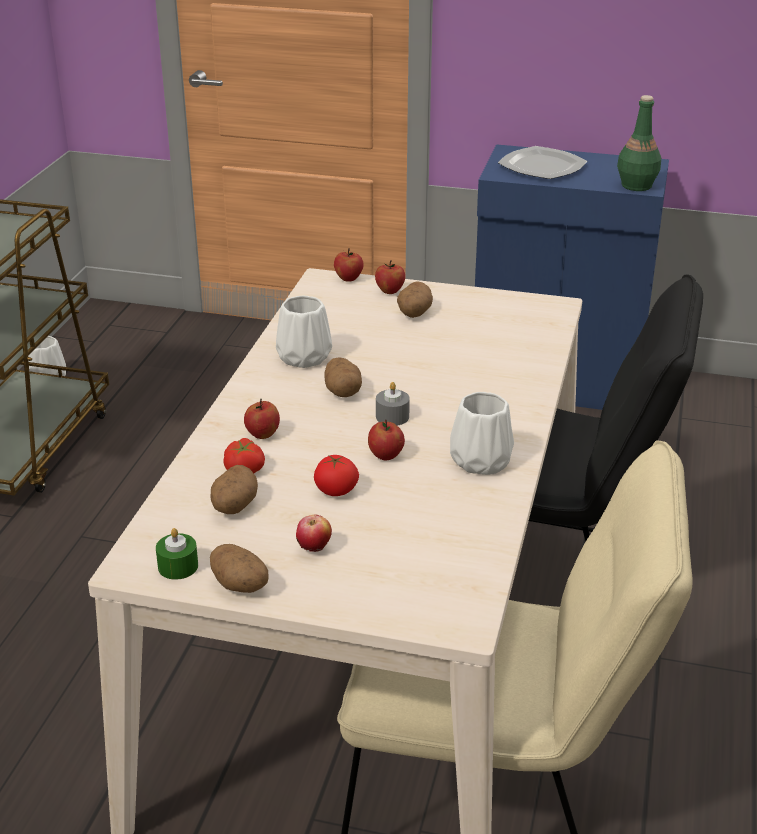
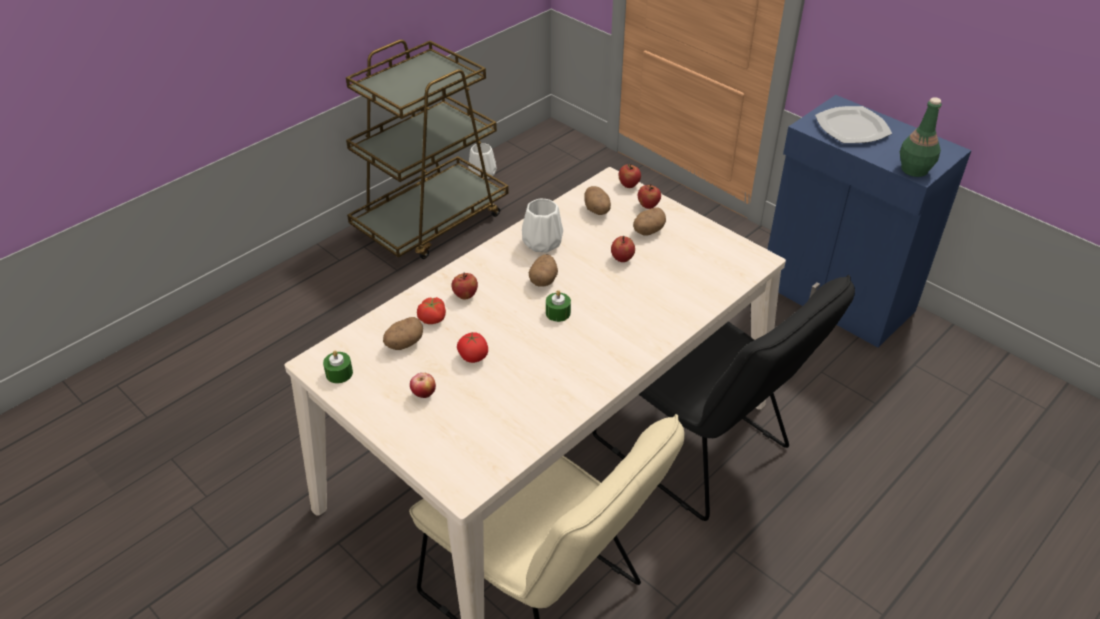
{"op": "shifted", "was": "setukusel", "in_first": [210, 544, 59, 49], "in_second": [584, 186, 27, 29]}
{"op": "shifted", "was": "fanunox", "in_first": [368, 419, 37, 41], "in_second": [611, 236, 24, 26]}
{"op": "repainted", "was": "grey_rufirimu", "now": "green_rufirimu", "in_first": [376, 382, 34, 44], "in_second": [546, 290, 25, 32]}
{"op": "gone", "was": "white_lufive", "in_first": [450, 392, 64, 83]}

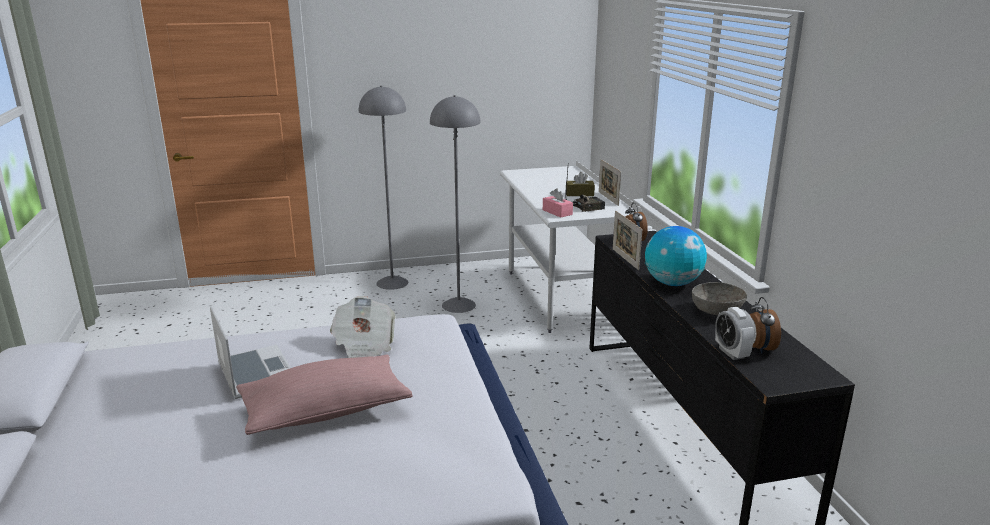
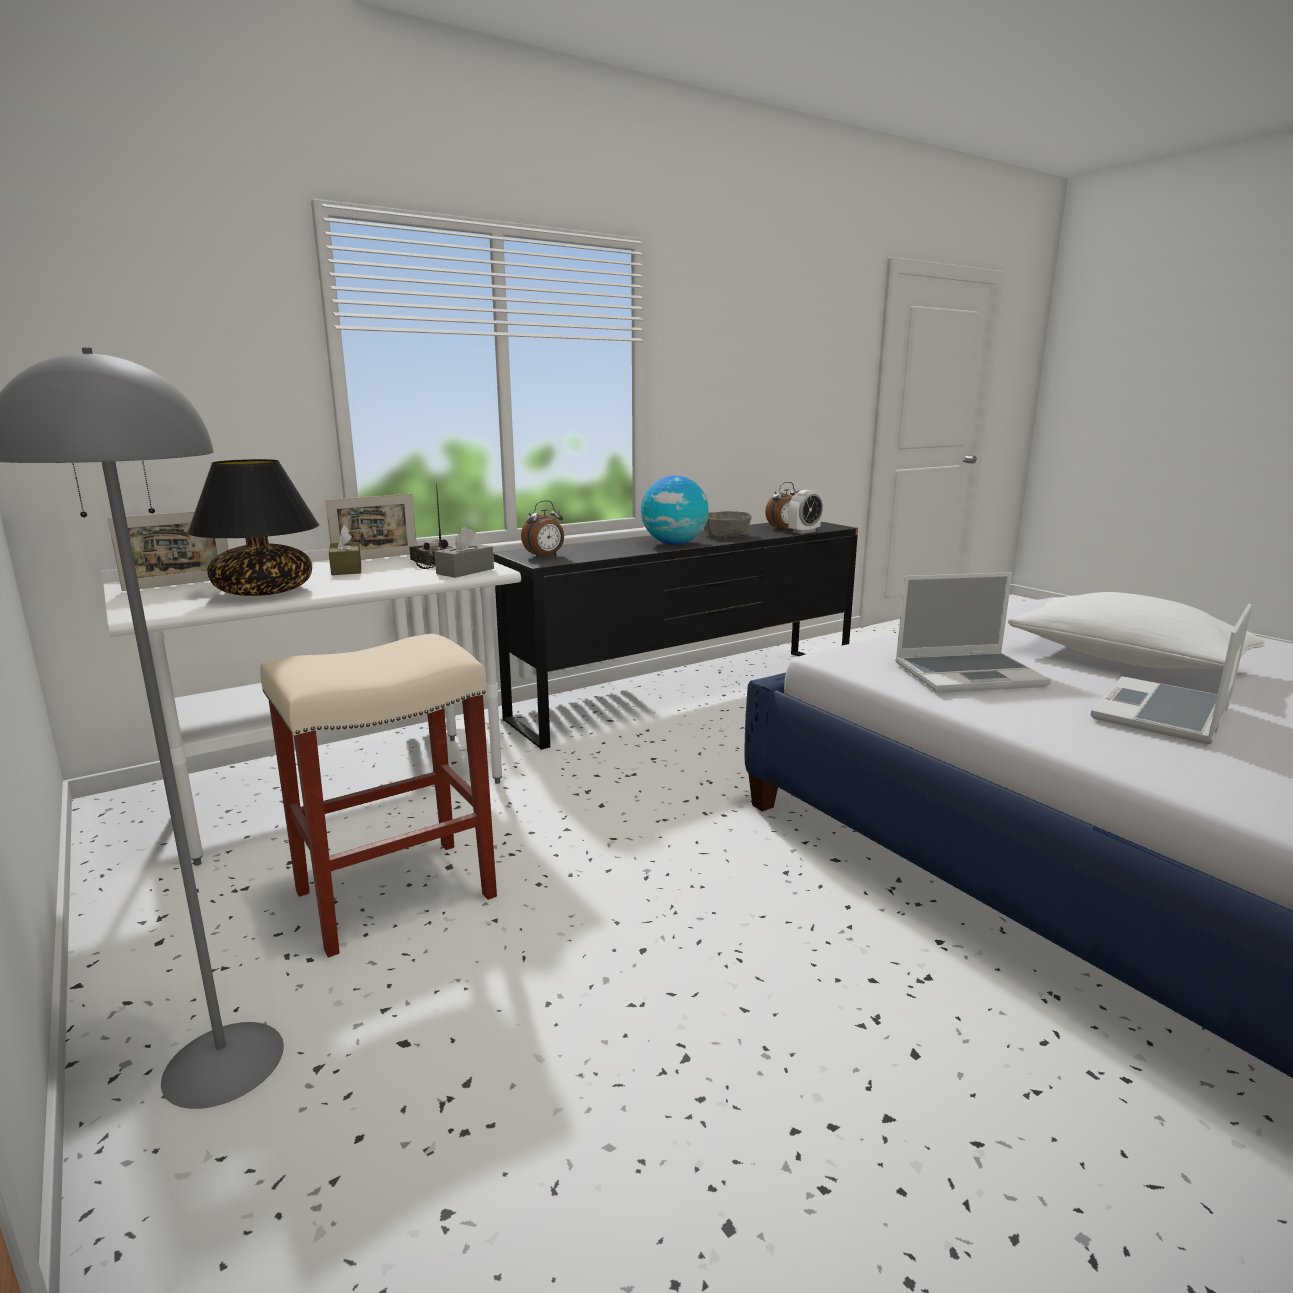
{"op": "repainted", "was": "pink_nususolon", "now": "white_nususolon", "in_first": [236, 354, 176, 81], "in_second": [1008, 592, 257, 77]}
{"op": "swapped", "was": "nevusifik", "now": "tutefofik", "in_first": [330, 296, 66, 62], "in_second": [895, 572, 156, 121]}
{"op": "swapped", "was": "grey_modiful", "now": "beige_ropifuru", "in_first": [430, 95, 51, 218], "in_second": [260, 634, 237, 324]}
{"op": "repainted", "was": "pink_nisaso", "now": "grey_nisaso", "in_first": [543, 188, 30, 30], "in_second": [435, 527, 59, 51]}
{"op": "shifted", "was": "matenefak", "in_first": [613, 210, 30, 60], "in_second": [108, 511, 121, 80]}
{"op": "new", "now": "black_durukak", "in_second": [187, 459, 132, 137]}

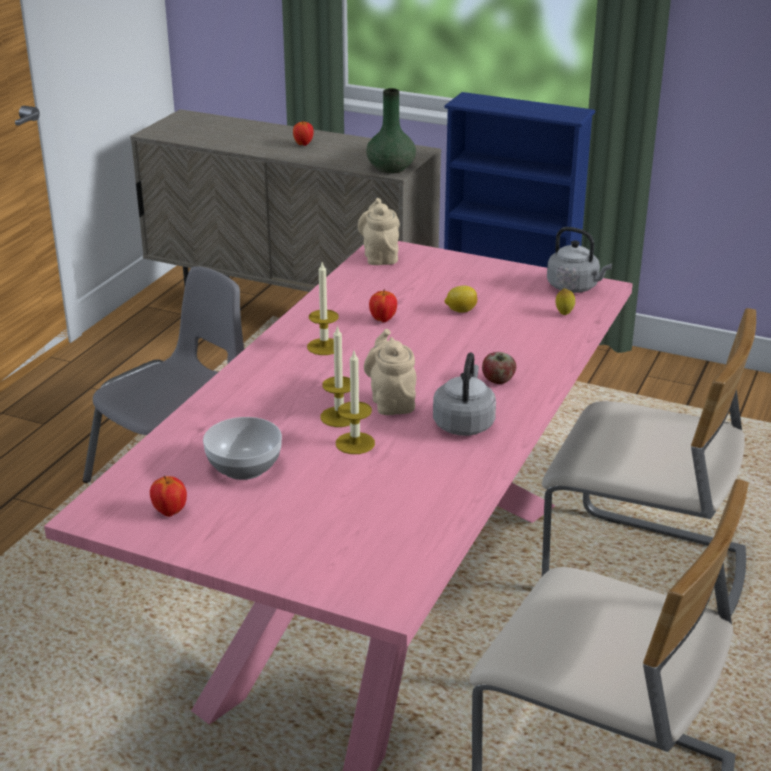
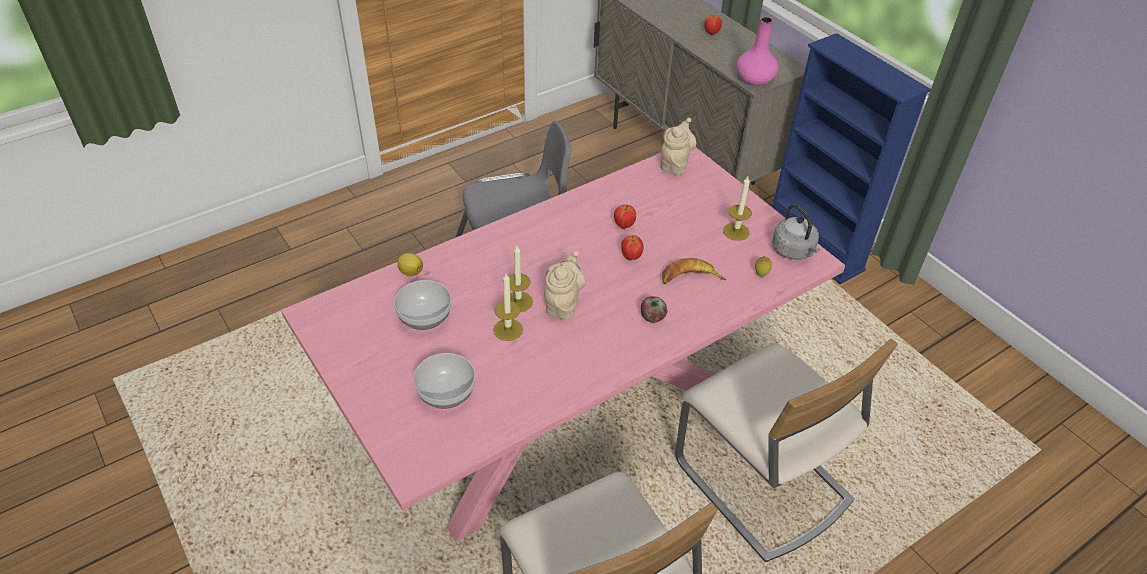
{"op": "shifted", "was": "fanunox", "in_first": [150, 475, 37, 42], "in_second": [621, 235, 22, 25]}
{"op": "shifted", "was": "rufirimu", "in_first": [307, 262, 32, 93], "in_second": [723, 176, 29, 65]}
{"op": "repainted", "was": "green_lufive", "now": "pink_lufive", "in_first": [366, 88, 50, 86], "in_second": [737, 17, 41, 69]}
{"op": "gone", "was": "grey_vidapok", "in_first": [433, 352, 63, 84]}
{"op": "shifted", "was": "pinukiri", "in_first": [445, 286, 32, 26], "in_second": [397, 253, 26, 23]}
{"op": "new", "now": "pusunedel", "in_second": [413, 353, 62, 56]}
{"op": "new", "now": "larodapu", "in_second": [662, 258, 64, 26]}

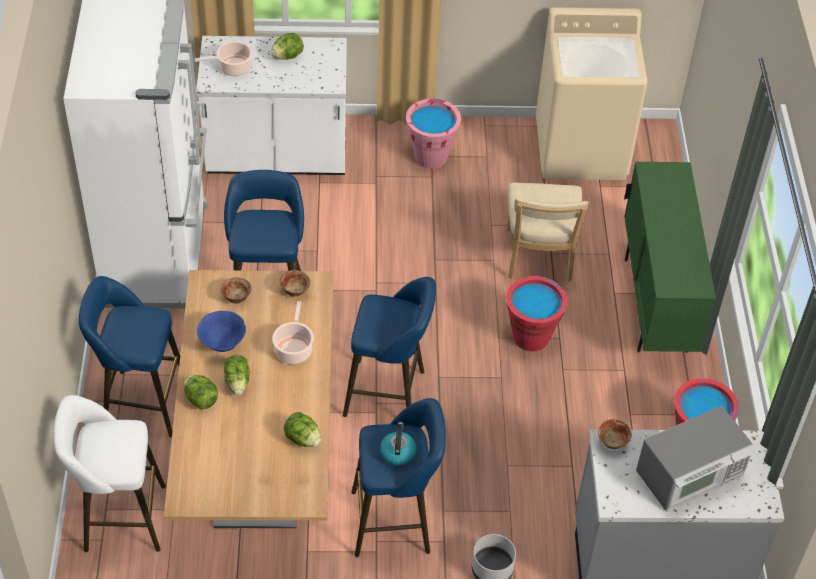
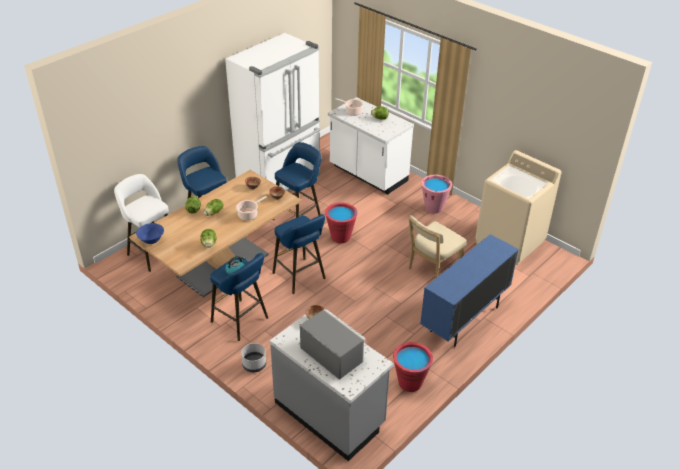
{"op": "shifted", "was": "blue_pusunedel", "in_first": [197, 311, 49, 41], "in_second": [136, 223, 28, 21]}
{"op": "shifted", "was": "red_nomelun", "in_first": [506, 276, 62, 76], "in_second": [325, 202, 33, 41]}
{"op": "repainted", "was": "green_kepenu", "now": "blue_kepenu", "in_first": [624, 162, 92, 191], "in_second": [420, 234, 99, 113]}
{"op": "rotated", "was": "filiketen", "in_first": [636, 405, 119, 107], "in_second": [300, 309, 66, 71], "clockwise": -150}

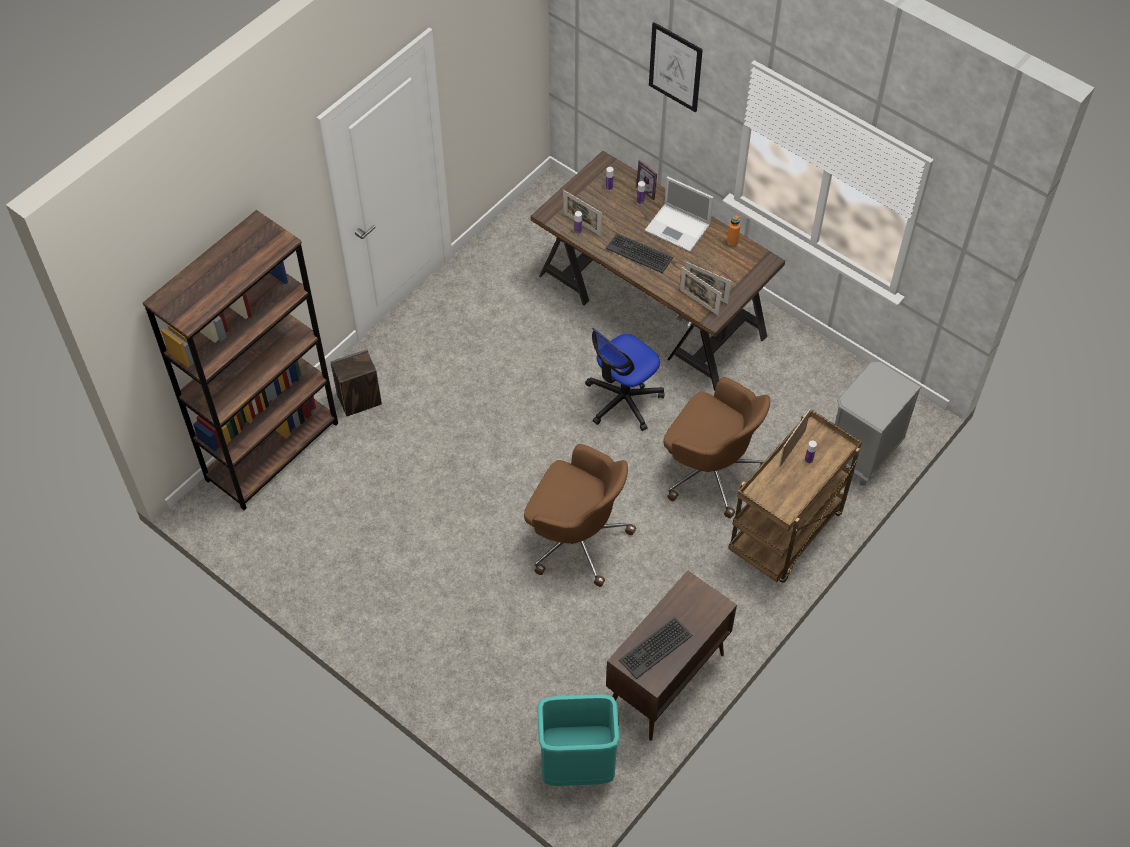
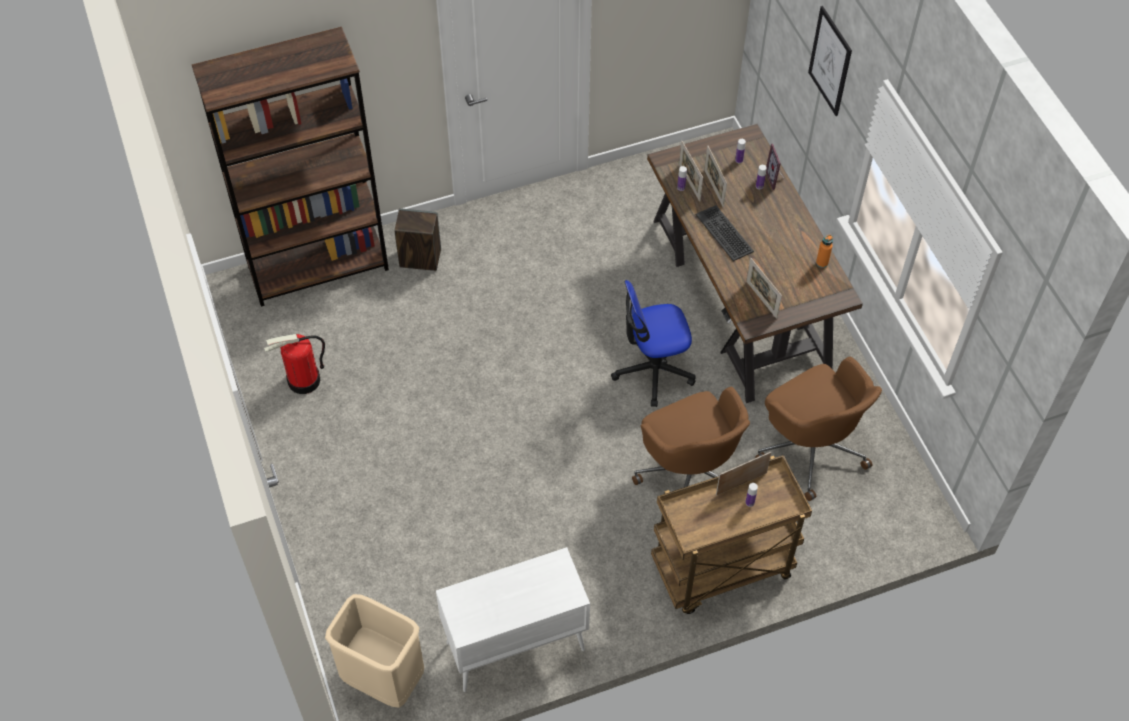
{"op": "shifted", "was": "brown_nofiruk", "in_first": [524, 444, 112, 143], "in_second": [755, 357, 127, 144]}
{"op": "repainted", "was": "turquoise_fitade", "now": "beige_fitade", "in_first": [537, 695, 83, 91], "in_second": [325, 594, 99, 114]}
{"op": "repainted", "was": "brown_kepenu", "now": "white_kepenu", "in_first": [606, 570, 131, 171], "in_second": [436, 547, 154, 145]}
{"op": "gone", "was": "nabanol", "in_first": [619, 617, 74, 62]}
{"op": "gone", "was": "tutefofik", "in_first": [645, 176, 68, 76]}
{"op": "shifted", "was": "matenefak", "in_first": [680, 267, 42, 49], "in_second": [704, 146, 23, 61]}
{"op": "gone", "was": "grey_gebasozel", "in_first": [835, 361, 86, 124]}
{"op": "new", "now": "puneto", "in_second": [264, 334, 61, 60]}

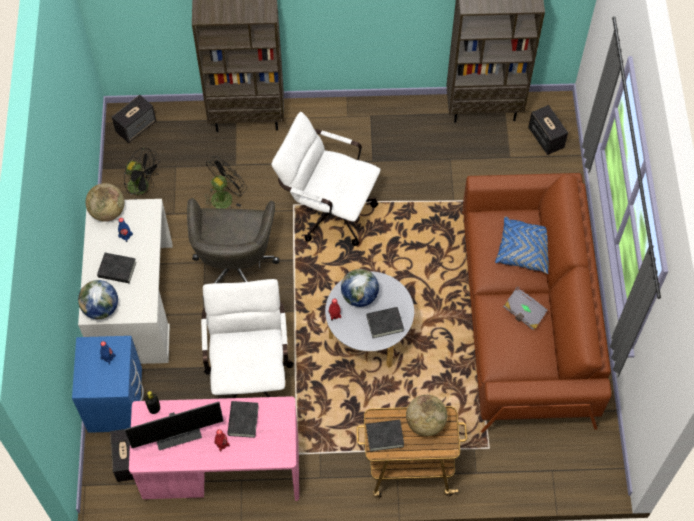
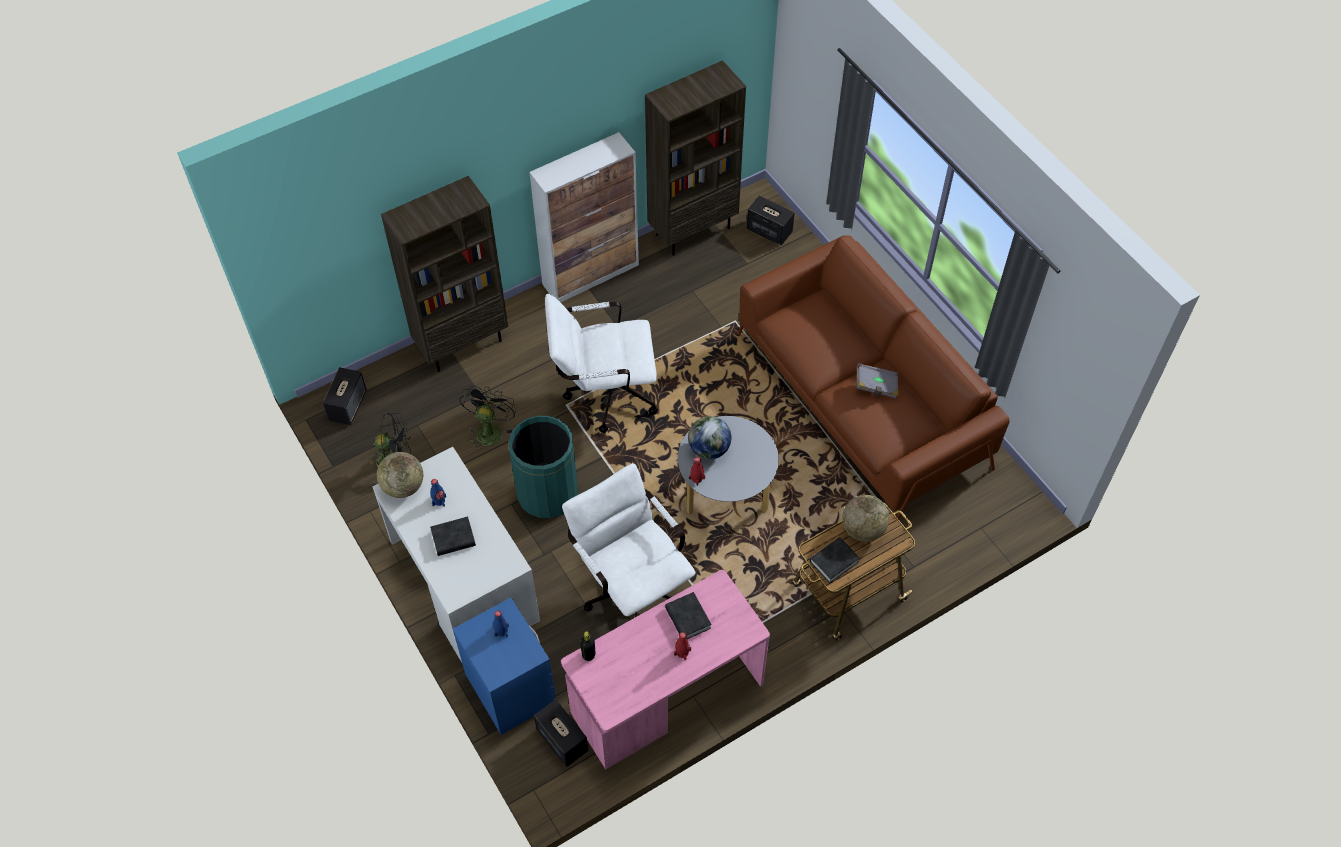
{"op": "gone", "was": "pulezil", "in_first": [78, 280, 40, 39]}
{"op": "gone", "was": "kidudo", "in_first": [124, 402, 100, 48]}
{"op": "swapped", "was": "grey_nofiruk", "now": "green_fitade", "in_first": [187, 198, 92, 103], "in_second": [508, 416, 70, 102]}
{"op": "gone", "was": "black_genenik", "in_first": [366, 307, 38, 31]}
{"op": "gone", "was": "blue_nususolon", "in_first": [495, 216, 54, 58]}
{"op": "new", "now": "kepenu", "in_second": [529, 132, 110, 170]}

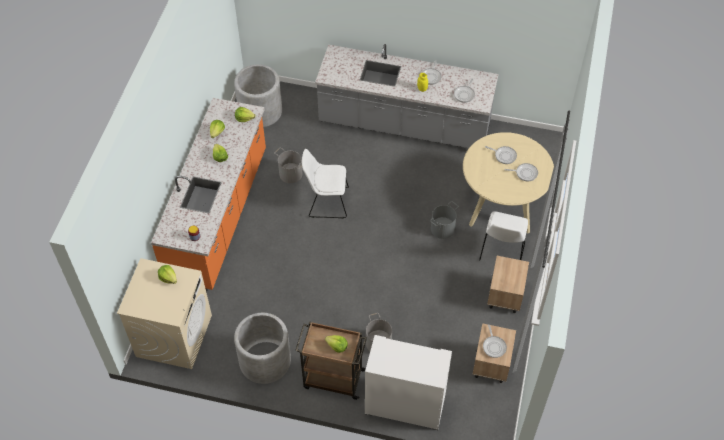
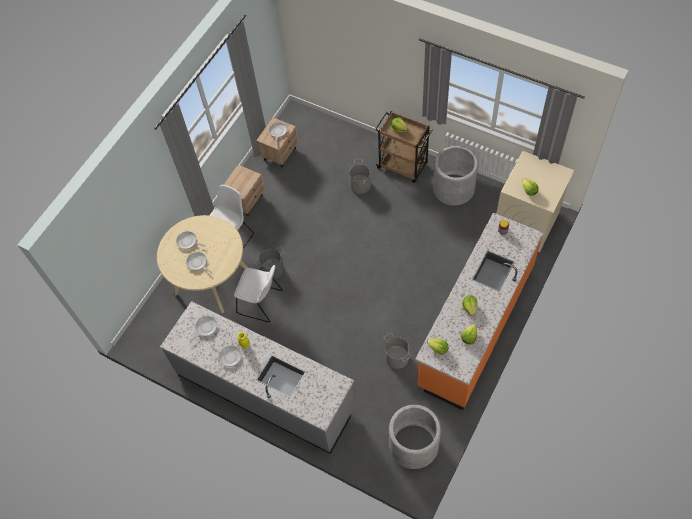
{"op": "shifted", "was": "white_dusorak", "in_first": [302, 149, 47, 70], "in_second": [234, 265, 48, 57]}
{"op": "gone", "was": "white_kepenu", "in_first": [365, 335, 87, 95]}

